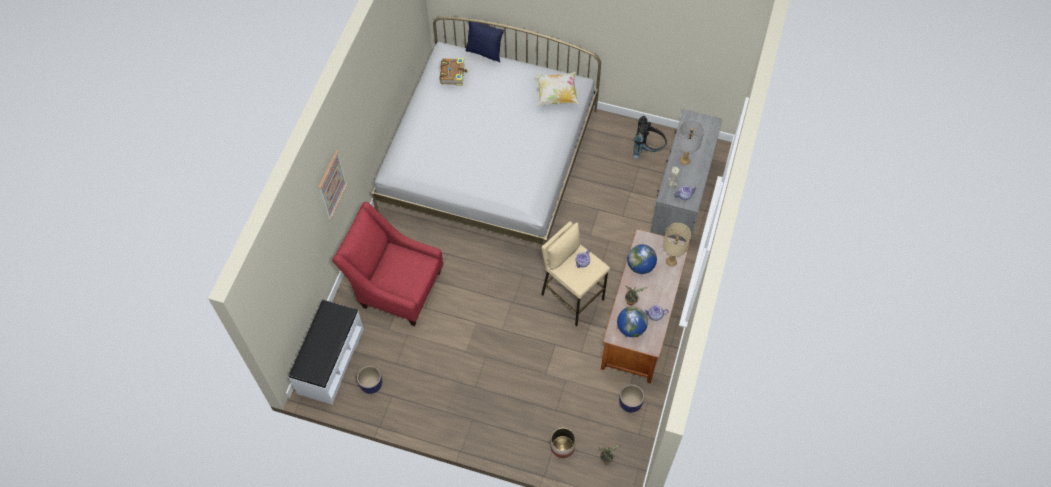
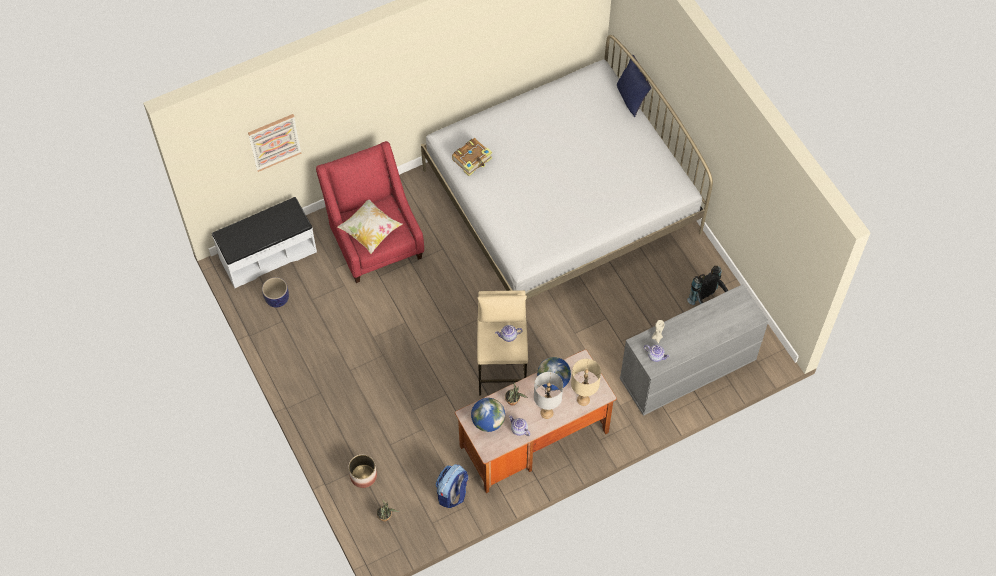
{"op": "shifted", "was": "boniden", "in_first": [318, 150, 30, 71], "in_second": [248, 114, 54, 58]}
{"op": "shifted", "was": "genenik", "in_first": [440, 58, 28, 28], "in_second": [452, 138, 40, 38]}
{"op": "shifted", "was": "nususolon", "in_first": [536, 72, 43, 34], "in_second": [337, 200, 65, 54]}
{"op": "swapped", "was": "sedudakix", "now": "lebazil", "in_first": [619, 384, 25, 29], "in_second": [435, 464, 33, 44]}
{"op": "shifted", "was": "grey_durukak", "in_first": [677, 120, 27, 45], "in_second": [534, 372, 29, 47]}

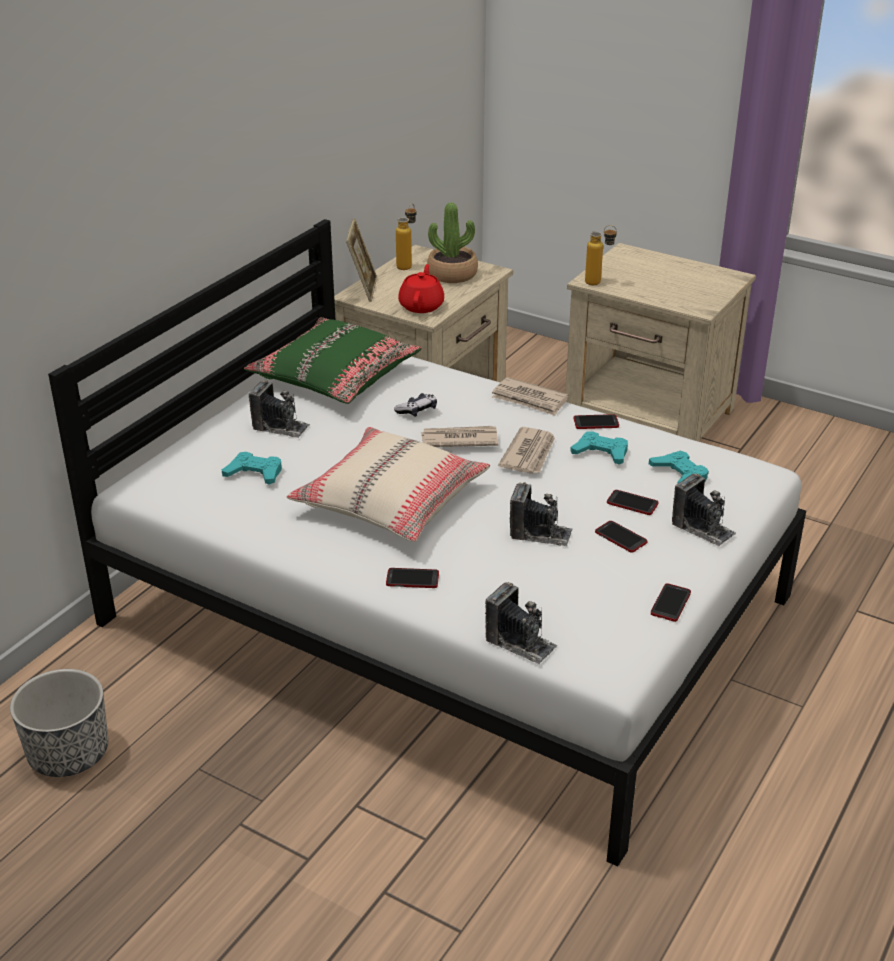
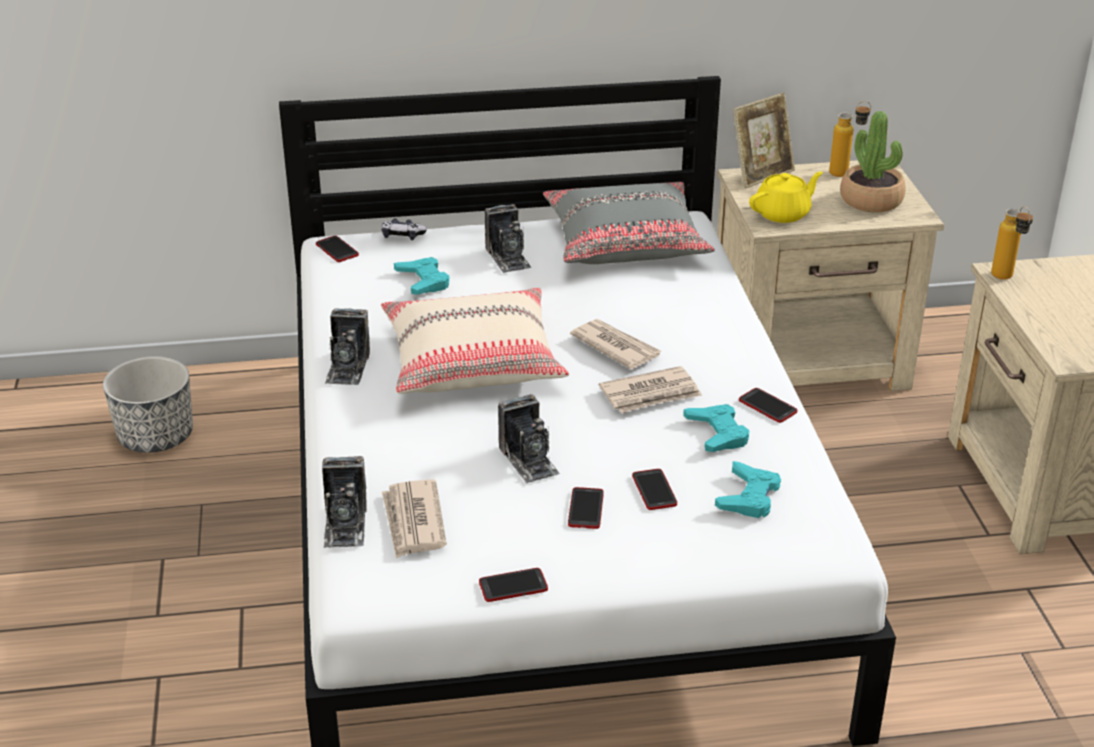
{"op": "repainted", "was": "green_nususolon", "now": "grey_nususolon", "in_first": [243, 317, 179, 87], "in_second": [543, 182, 172, 82]}
{"op": "shifted", "was": "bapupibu", "in_first": [386, 568, 53, 20], "in_second": [316, 236, 43, 26]}
{"op": "shifted", "was": "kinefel", "in_first": [394, 393, 43, 24], "in_second": [381, 218, 46, 22]}
{"op": "repainted", "was": "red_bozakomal", "now": "yellow_bozakomal", "in_first": [398, 264, 46, 49], "in_second": [749, 171, 74, 52]}
{"op": "shifted", "was": "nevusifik", "in_first": [492, 377, 77, 39], "in_second": [382, 479, 65, 79]}
{"op": "shifted", "was": "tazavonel", "in_first": [672, 474, 64, 72], "in_second": [325, 308, 45, 77]}

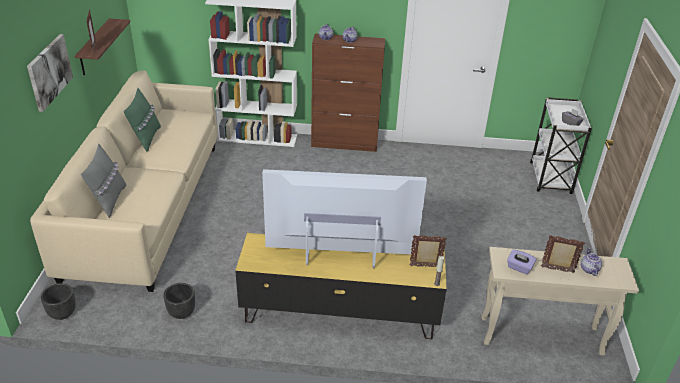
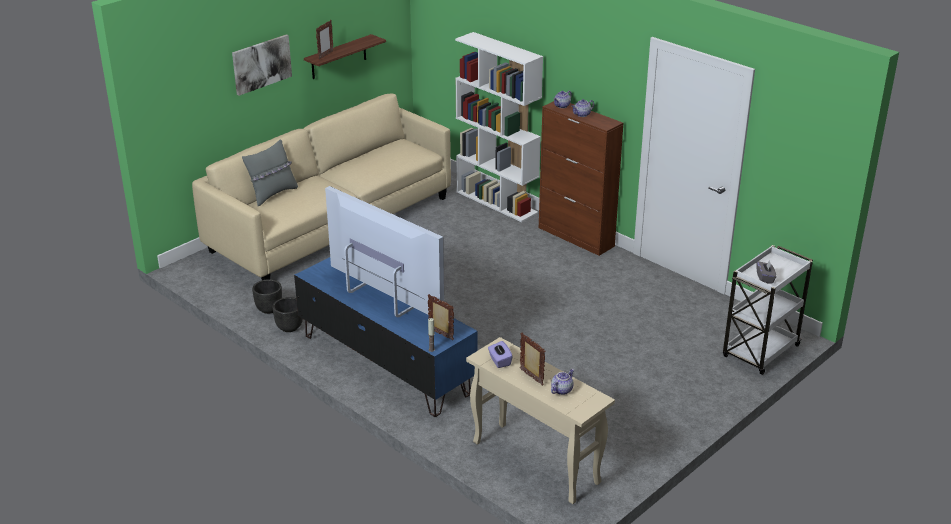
{"op": "shifted", "was": "black_sedudakix", "in_first": [41, 283, 35, 37], "in_second": [273, 297, 30, 35]}
{"op": "gone", "was": "green_nususolon", "in_first": [124, 88, 37, 64]}
{"op": "repainted", "was": "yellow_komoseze", "now": "blue_komoseze", "in_first": [235, 233, 212, 106], "in_second": [294, 257, 183, 160]}

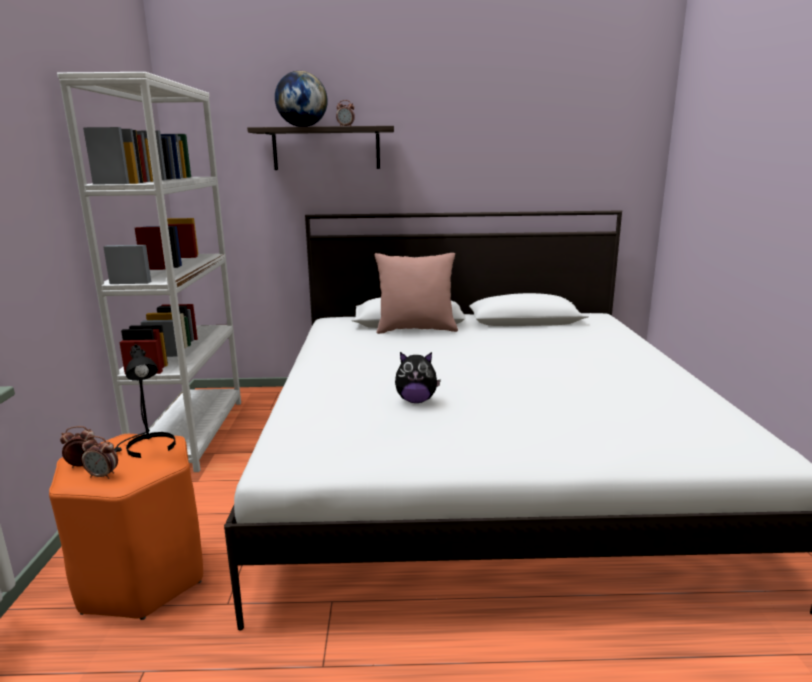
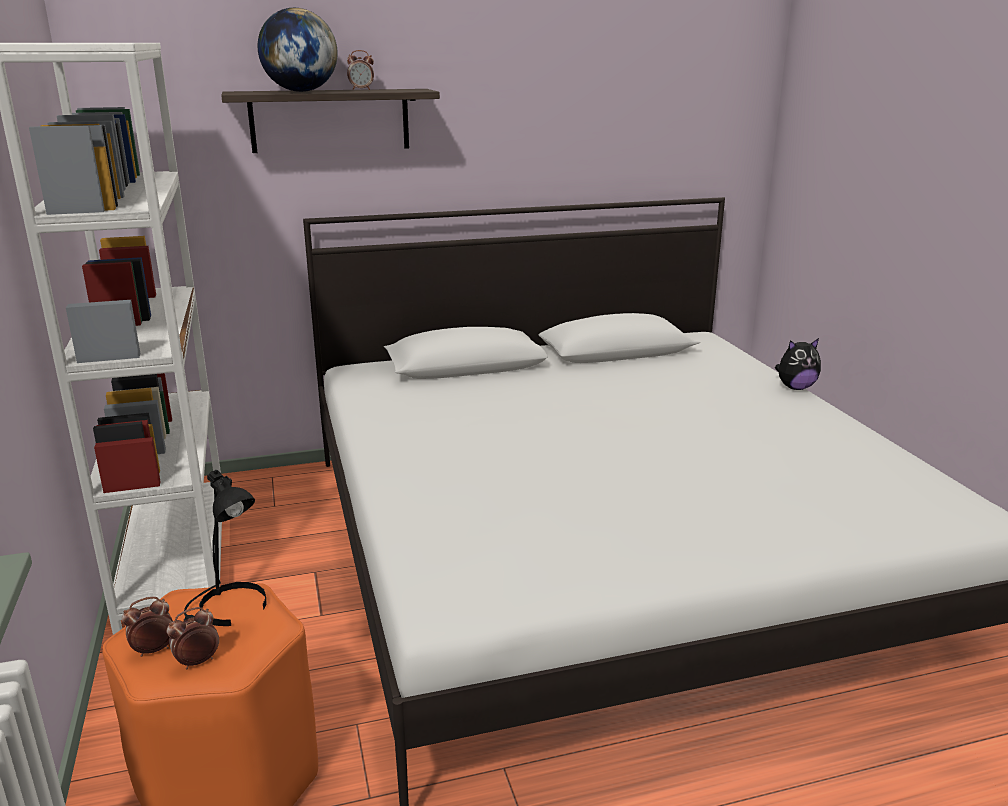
{"op": "rotated", "was": "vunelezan", "in_first": [82, 436, 36, 43], "in_second": [167, 607, 52, 62], "clockwise": 150}
{"op": "gone", "was": "pink_nususolon", "in_first": [375, 253, 83, 81]}
{"op": "shifted", "was": "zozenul", "in_first": [395, 352, 46, 51], "in_second": [775, 338, 46, 52]}

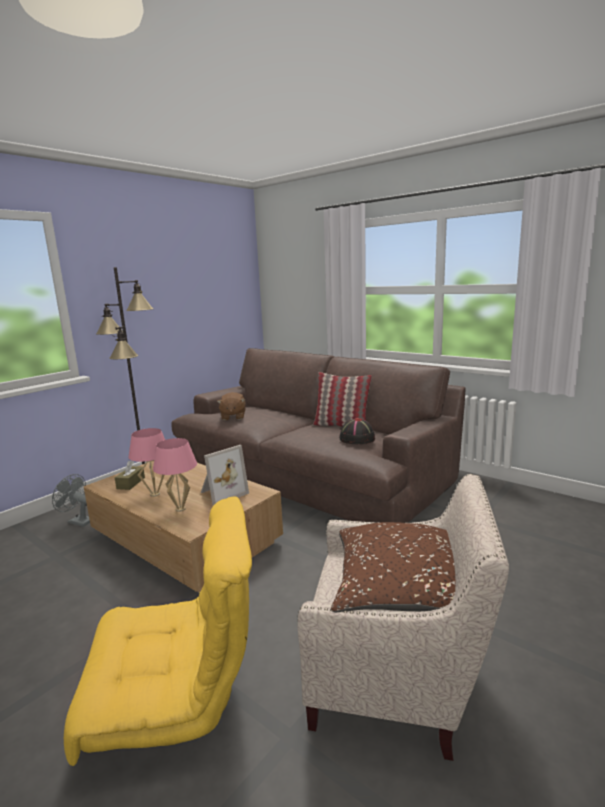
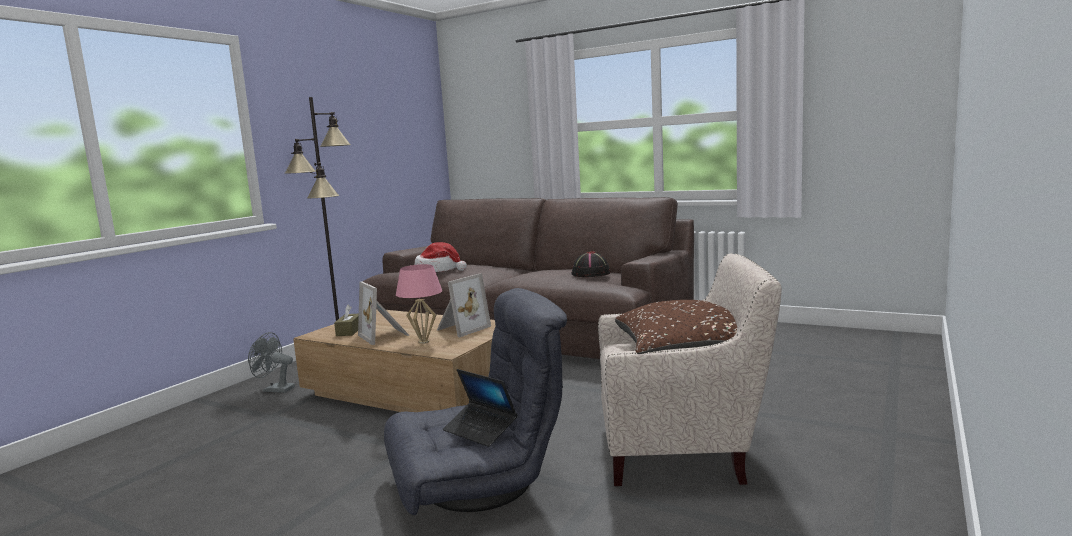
{"op": "repainted", "was": "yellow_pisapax", "now": "grey_pisapax", "in_first": [64, 496, 188, 270], "in_second": [384, 288, 183, 227]}
{"op": "swapped", "was": "pink_durukak", "now": "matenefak", "in_first": [128, 428, 37, 69], "in_second": [358, 282, 51, 63]}
{"op": "swapped", "was": "brown_zozenul", "now": "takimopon", "in_first": [217, 392, 29, 28], "in_second": [415, 242, 52, 30]}
{"op": "gone", "was": "nususolon", "in_first": [313, 372, 59, 55]}
{"op": "new", "now": "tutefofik", "in_second": [443, 369, 75, 78]}

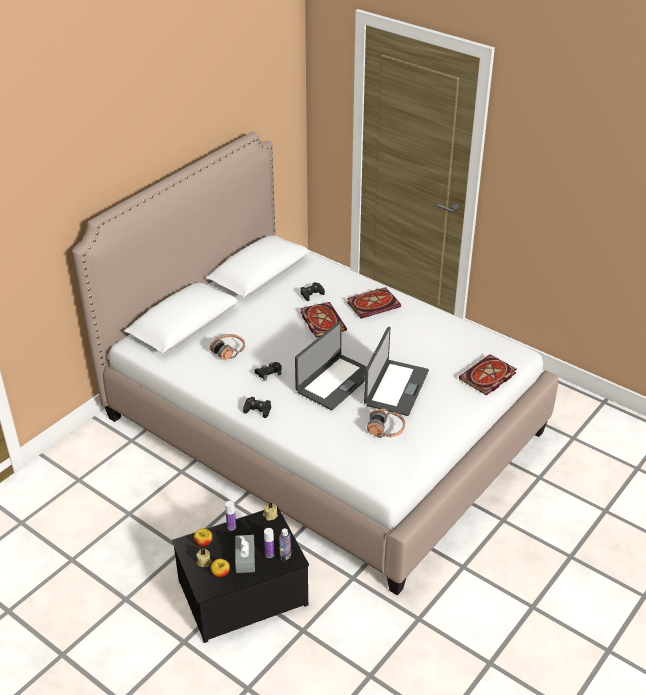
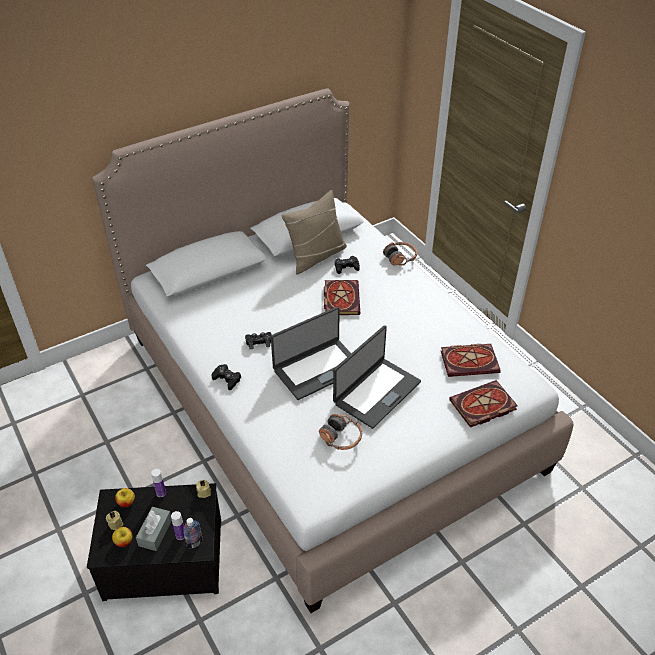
{"op": "shifted", "was": "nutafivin", "in_first": [210, 334, 35, 26], "in_second": [383, 242, 34, 24]}
{"op": "shifted", "was": "genenik", "in_first": [347, 287, 54, 32], "in_second": [441, 344, 60, 33]}
{"op": "new", "now": "beige_nususolon", "in_second": [282, 190, 65, 85]}

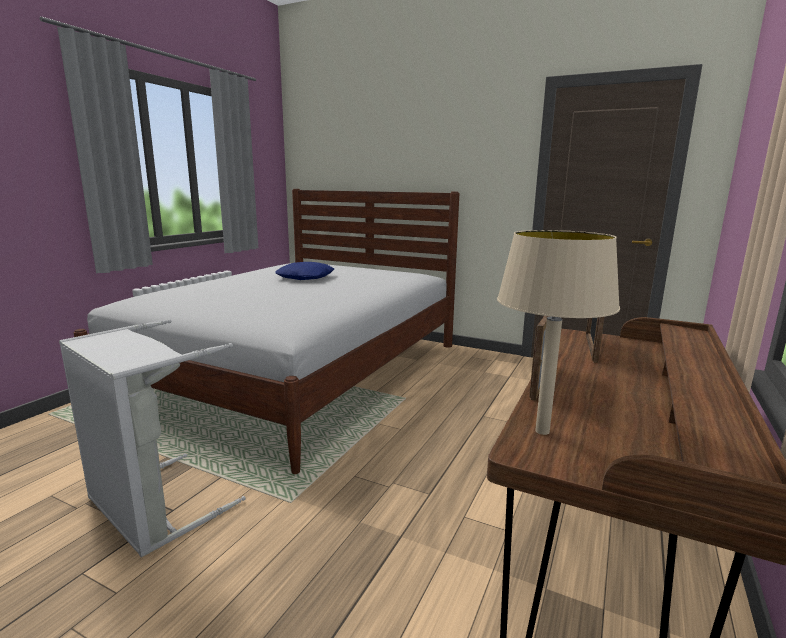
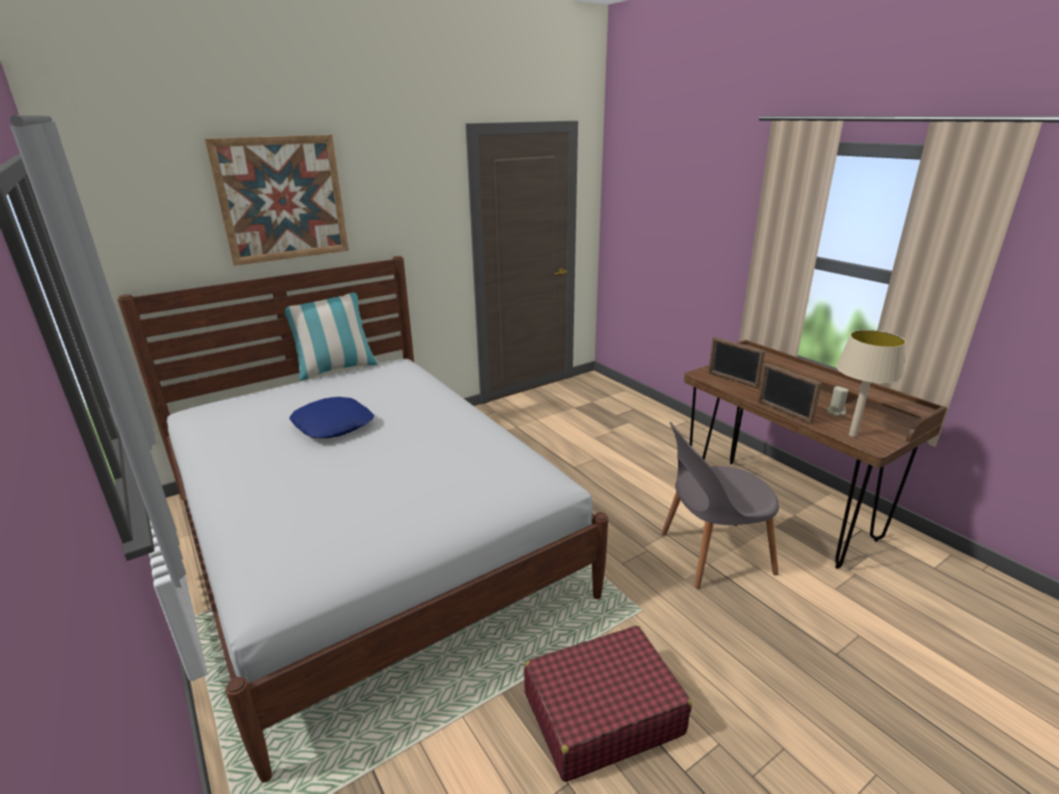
{"op": "swapped", "was": "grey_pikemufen", "now": "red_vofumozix", "in_first": [59, 319, 187, 238], "in_second": [524, 625, 168, 157]}
{"op": "new", "now": "boniden", "in_second": [204, 135, 145, 131]}
{"op": "new", "now": "nususolon", "in_second": [284, 292, 95, 89]}
{"op": "new", "now": "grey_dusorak", "in_second": [661, 422, 118, 167]}
{"op": "new", "now": "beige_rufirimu", "in_second": [827, 386, 22, 30]}

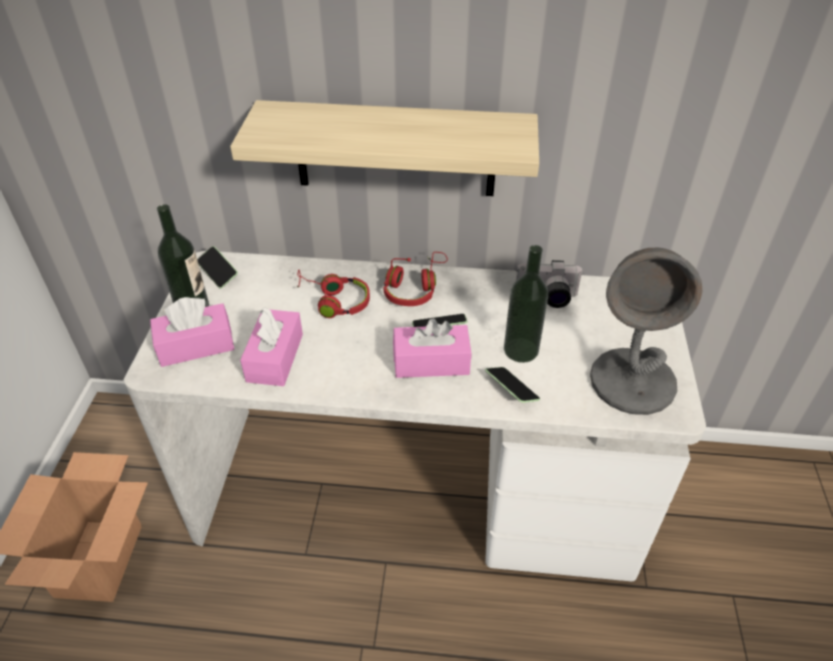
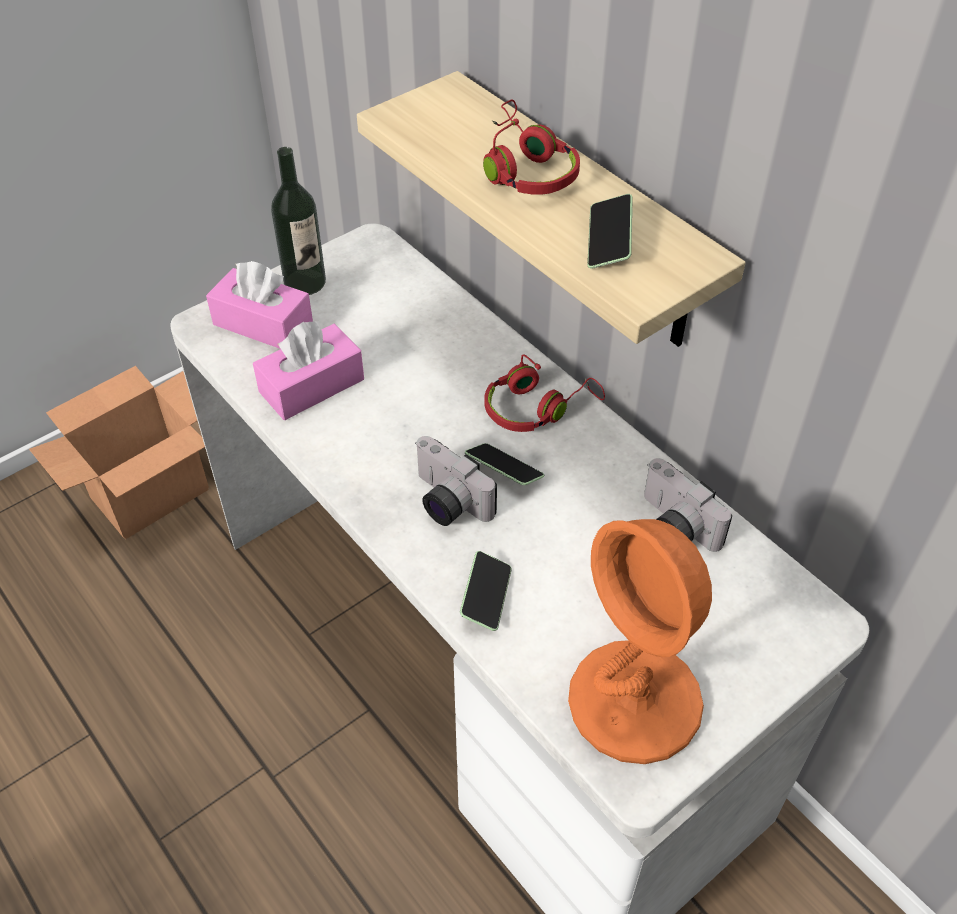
{"op": "shifted", "was": "bapupibu", "in_first": [197, 246, 41, 42], "in_second": [587, 194, 46, 75]}
{"op": "shifted", "was": "red_nutafivin", "in_first": [297, 270, 73, 48], "in_second": [483, 100, 97, 95]}
{"op": "swapped", "was": "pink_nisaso", "now": "tazavonel", "in_first": [393, 319, 78, 59], "in_second": [415, 436, 82, 90]}
{"op": "gone", "was": "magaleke", "in_first": [504, 245, 44, 118]}
{"op": "repainted", "was": "grey_durukak", "now": "orange_durukak", "in_first": [590, 248, 112, 167], "in_second": [568, 519, 144, 245]}

